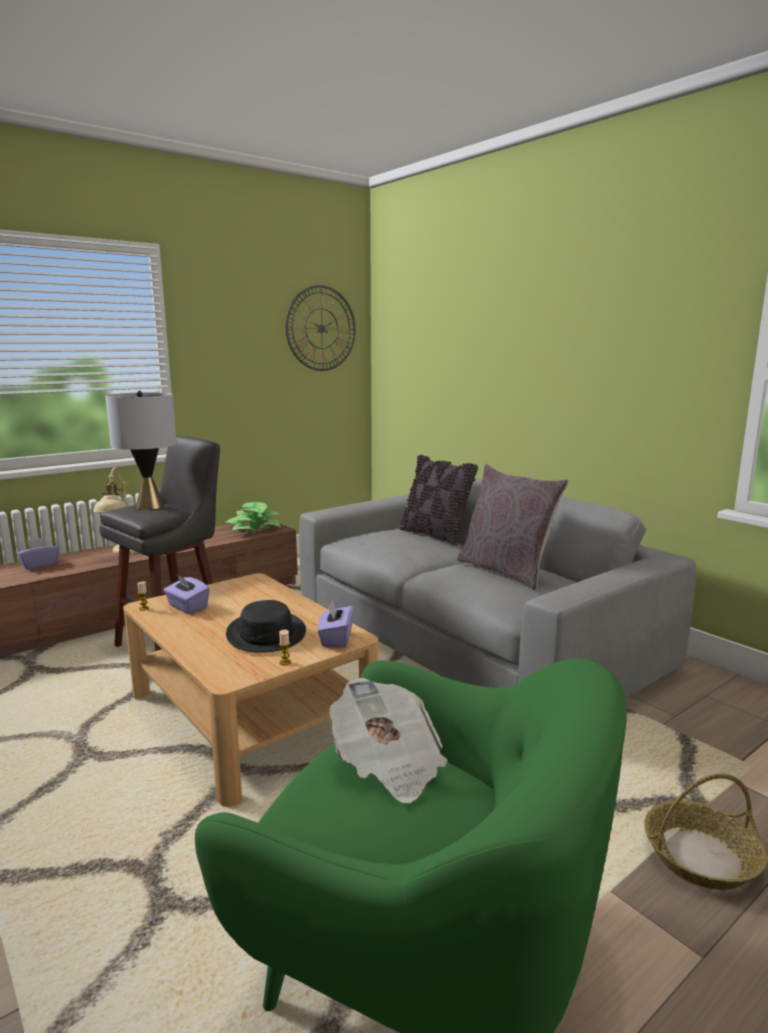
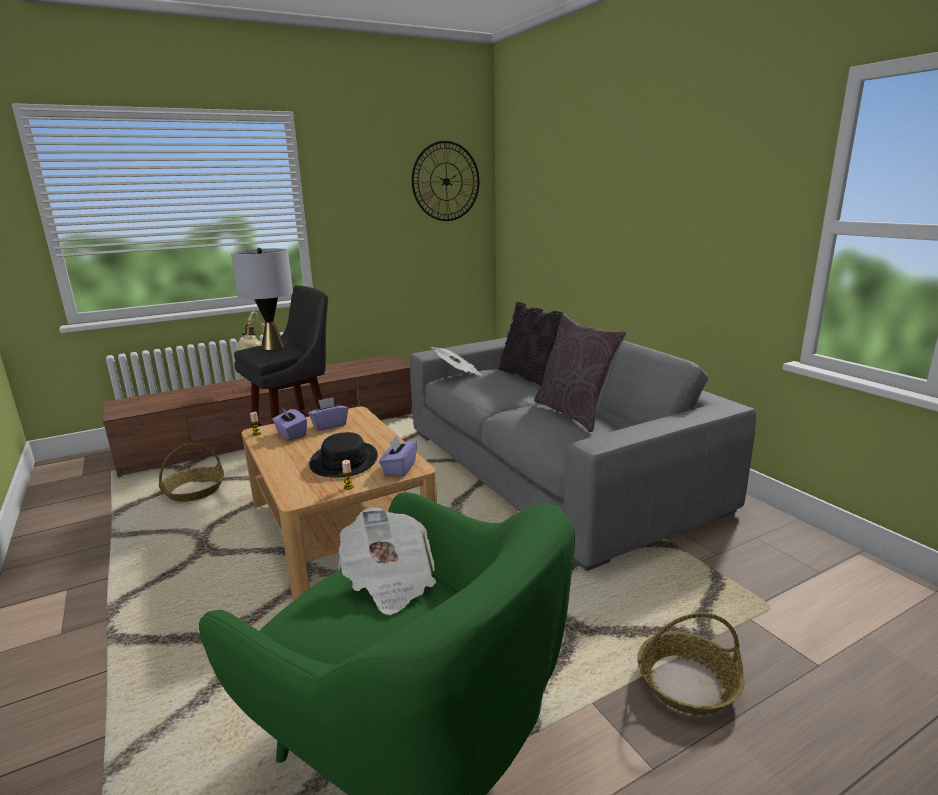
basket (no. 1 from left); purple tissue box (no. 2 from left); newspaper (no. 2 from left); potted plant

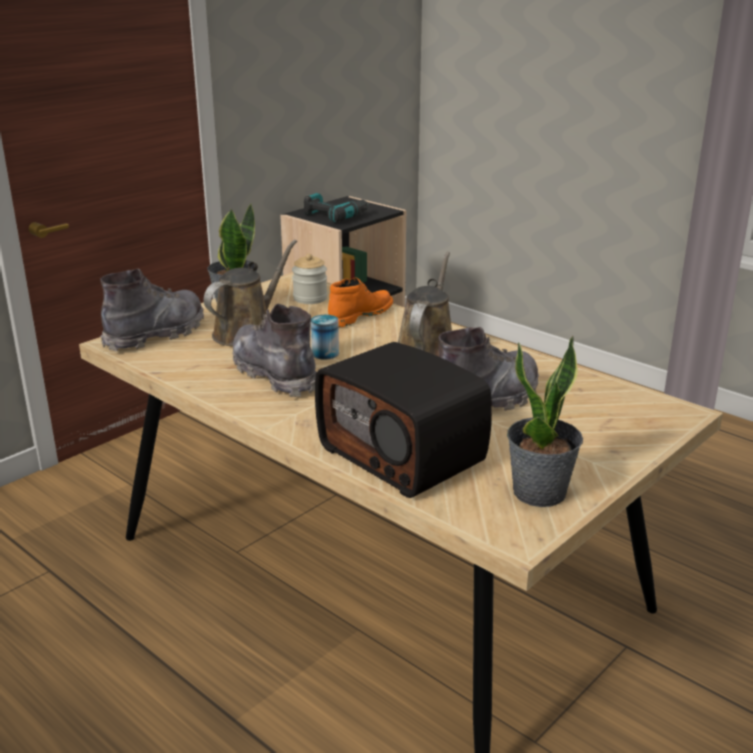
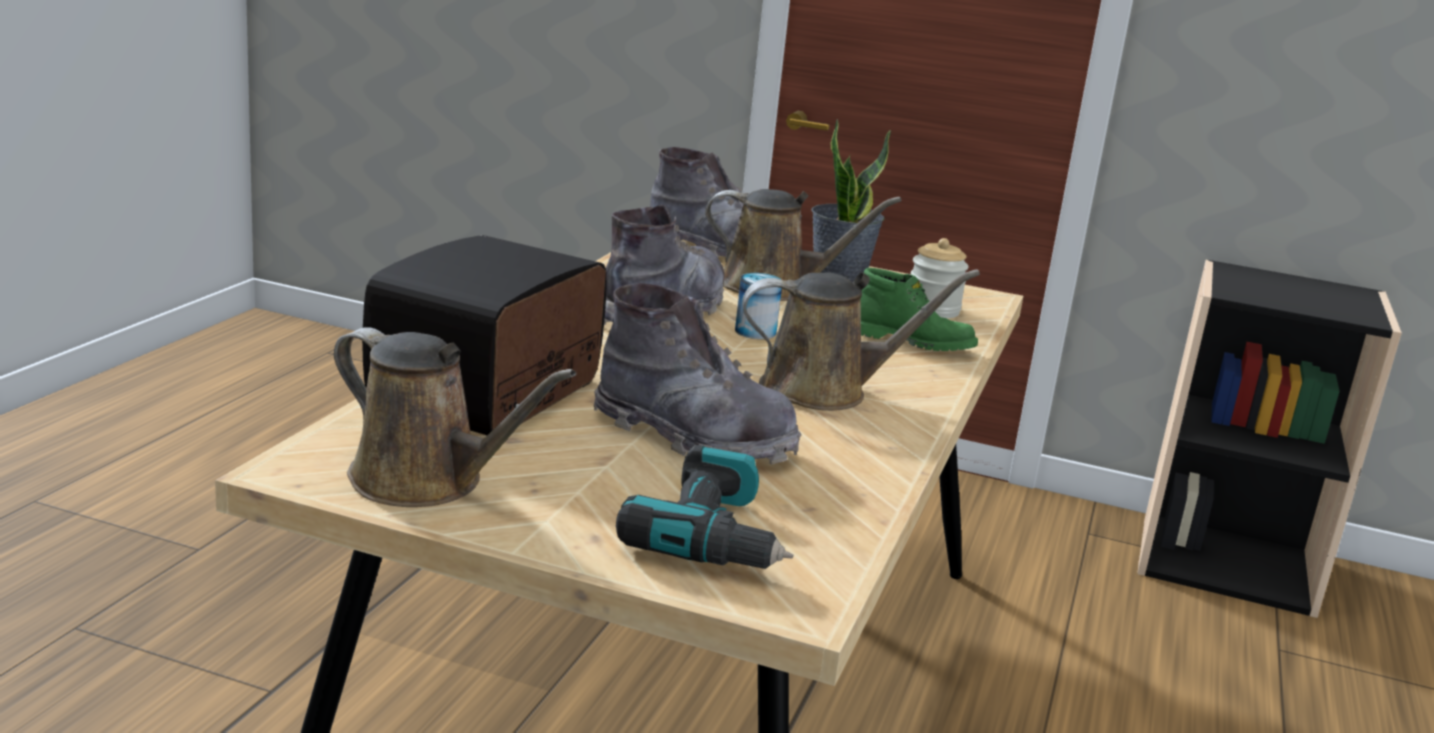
brown watering can (no. 1 from left); power drill; green boot

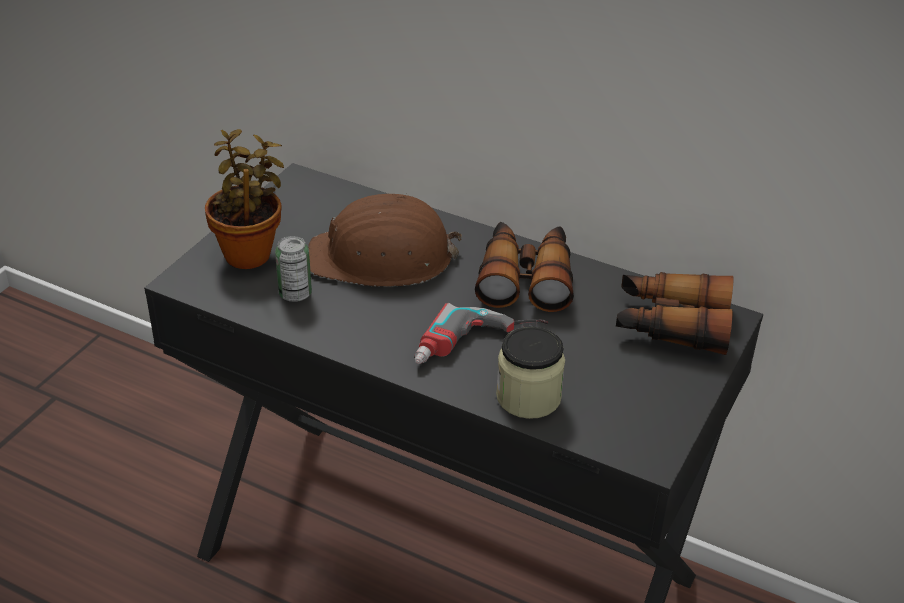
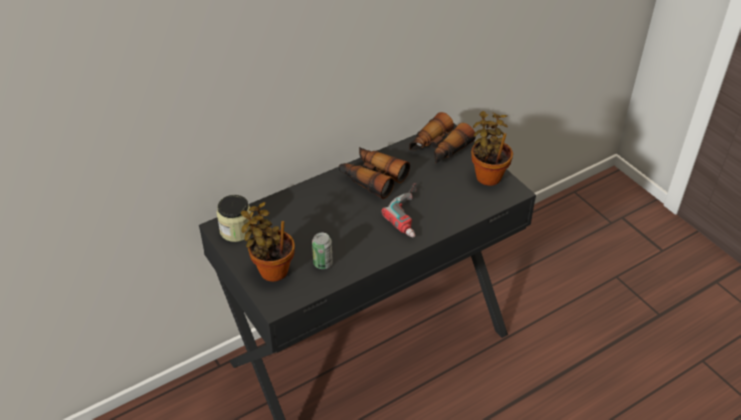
jar; potted plant (no. 2 from left); brown hard hat

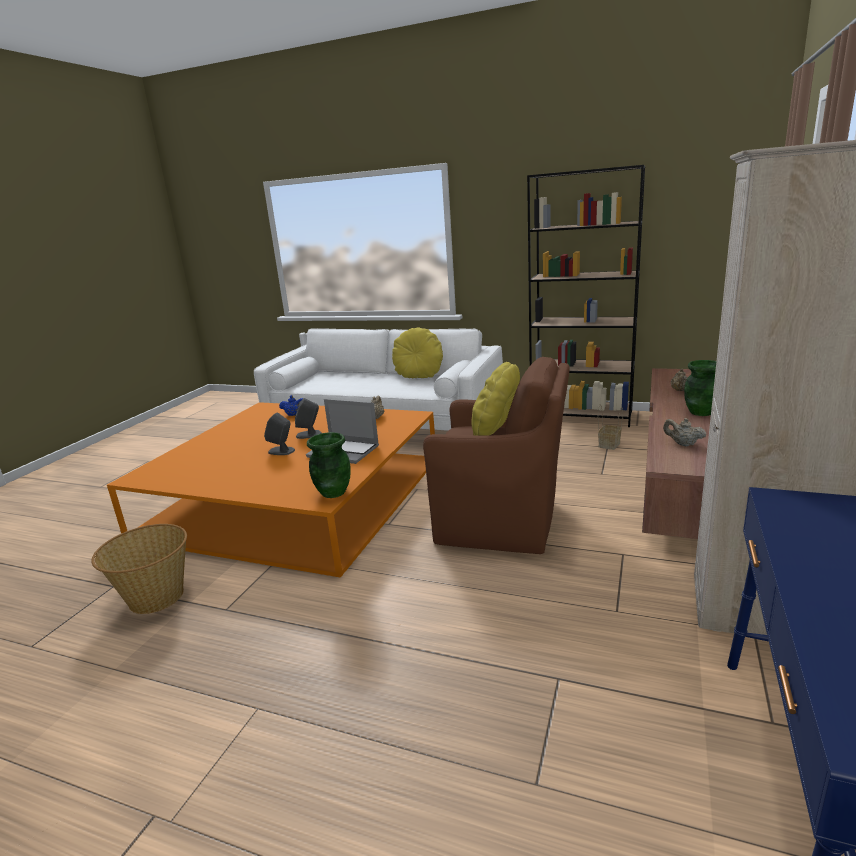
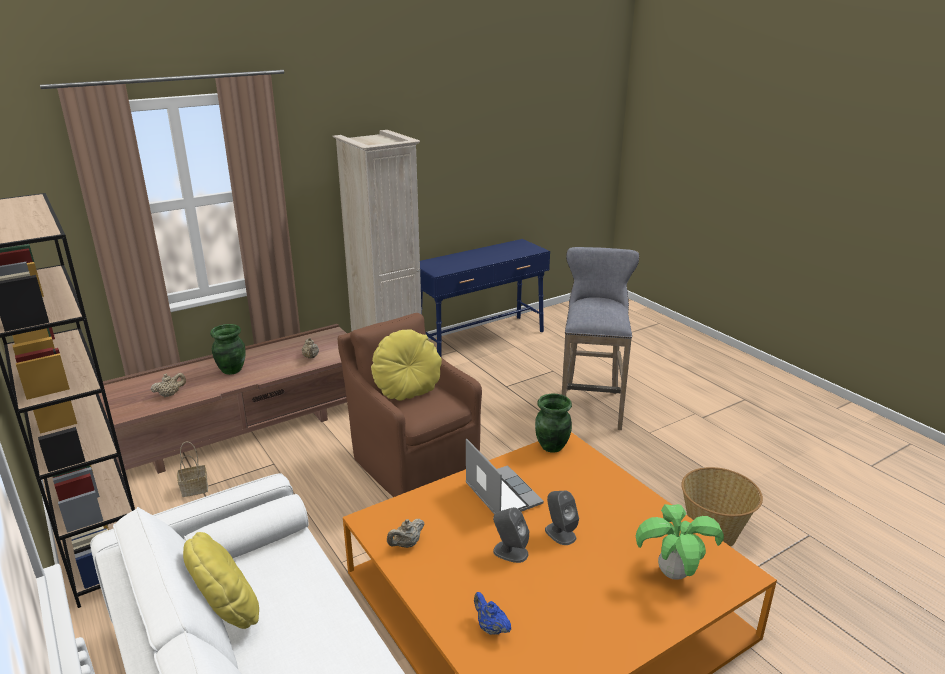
grey stool; potted plant

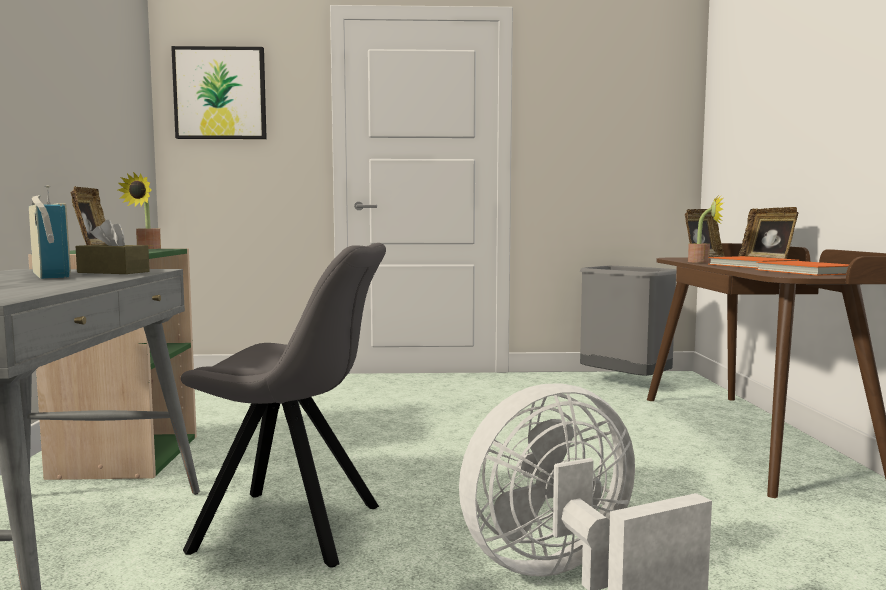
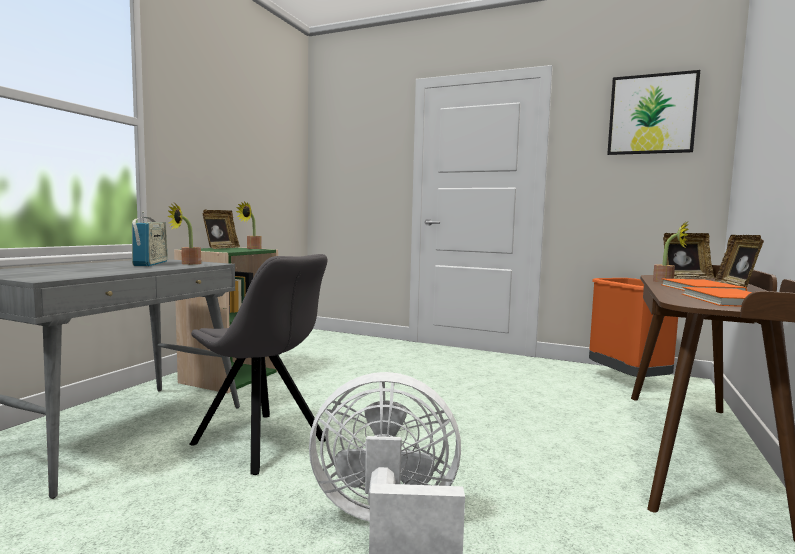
potted plant (no. 1 from left); orange trash can; picture

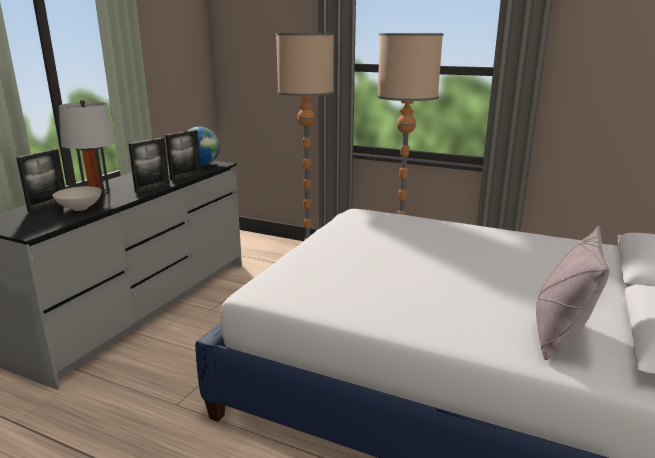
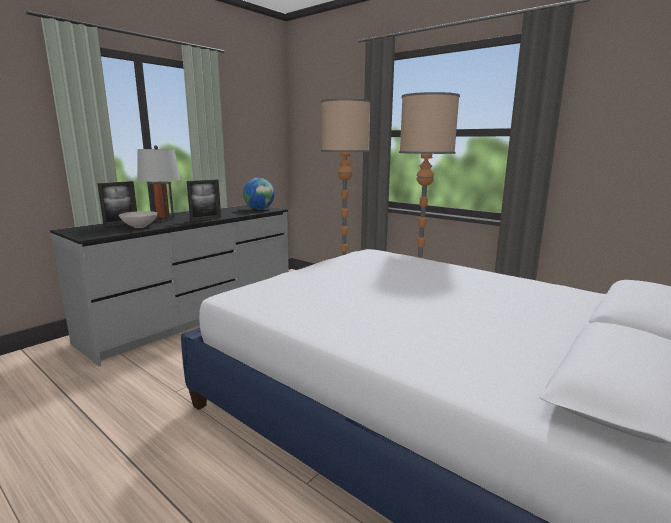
picture frame (no. 3 from left in the first image); purple pillow

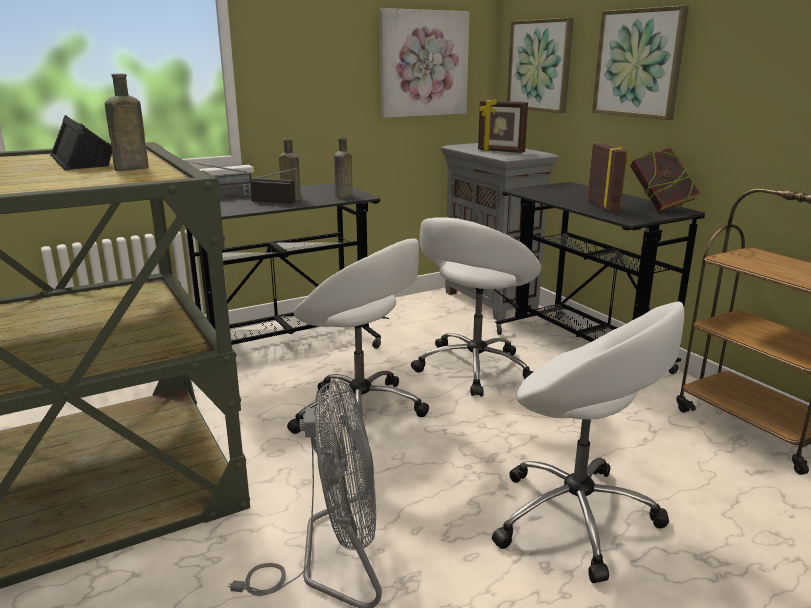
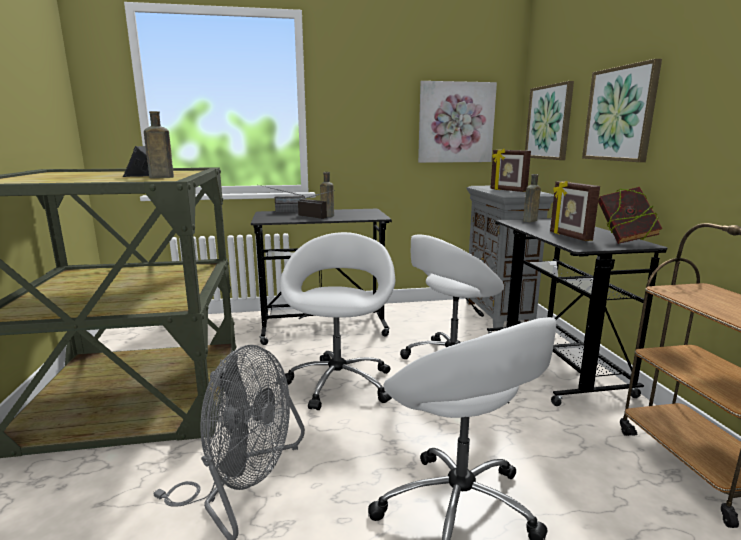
white office chair (no. 1 from left); brown bottle (no. 3 from left); picture frame (no. 2 from left)

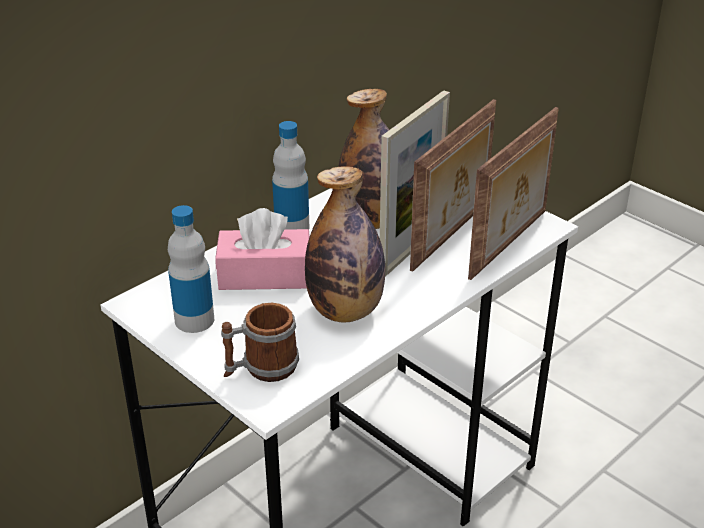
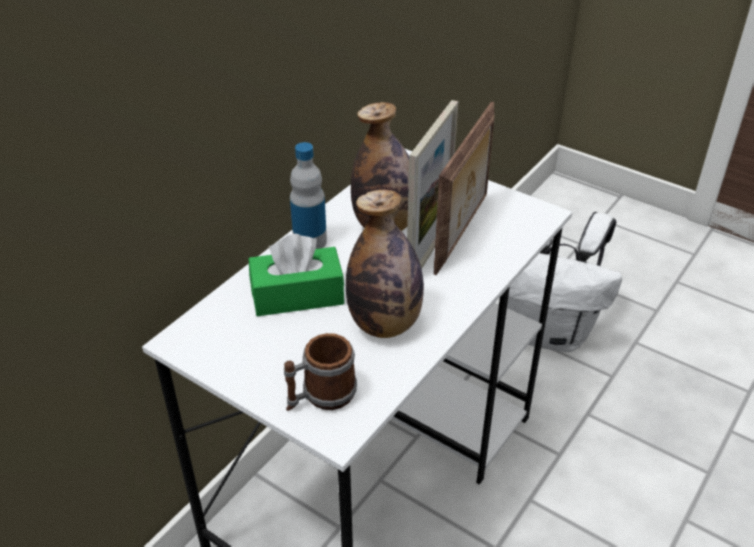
green tissue box; white backpack; bottle (no. 1 from left in the first image); picture frame (no. 3 from left in the first image)

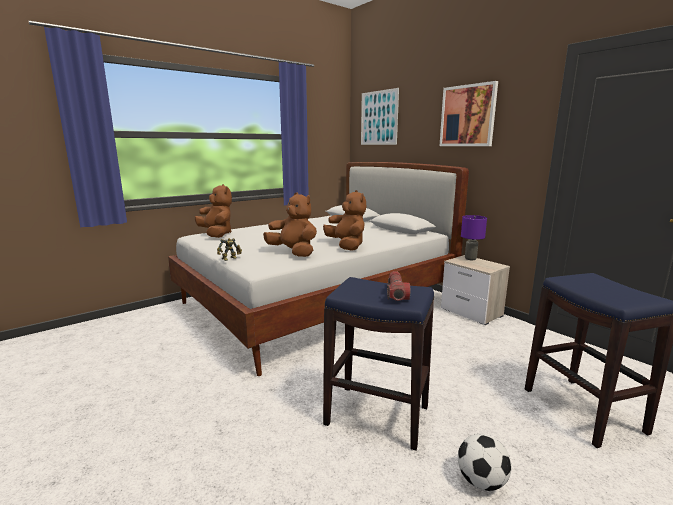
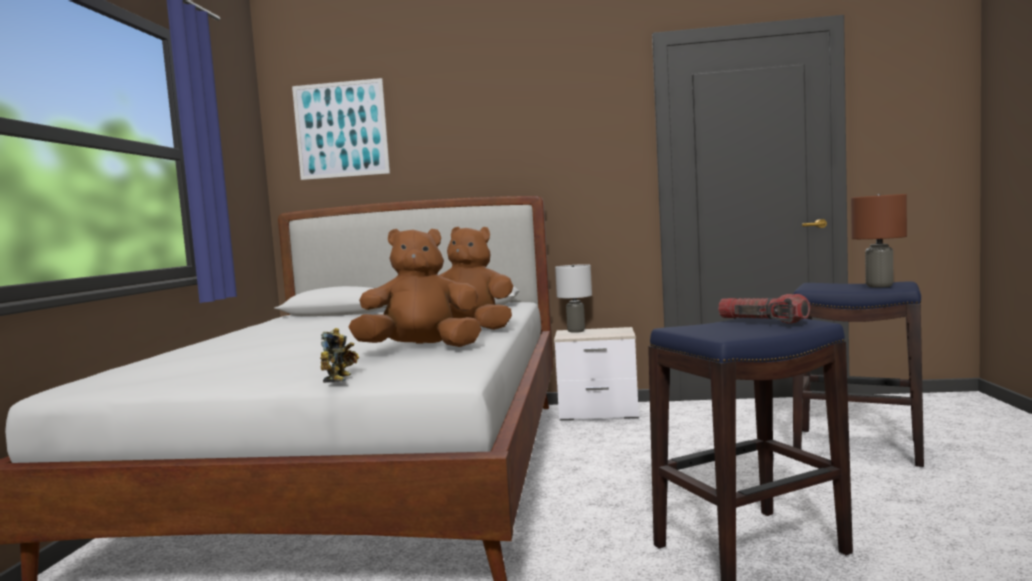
white table lamp; brown table lamp; brown plush toy (no. 1 from left in the first image); picture (no. 2 from left in the first image); football

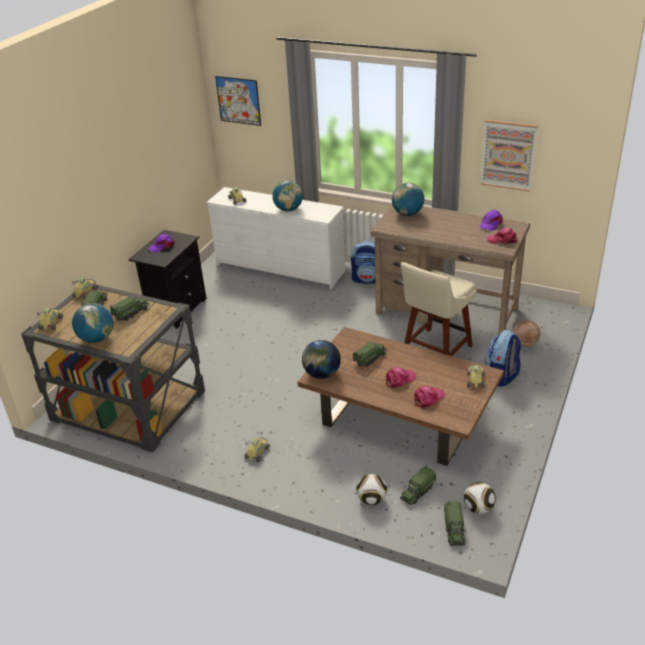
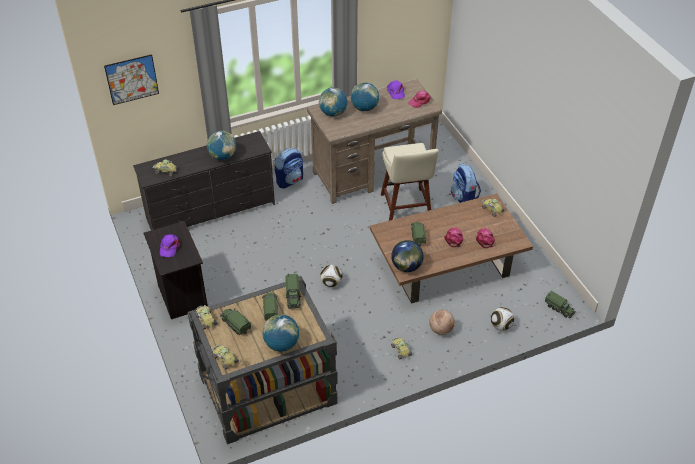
black dresser; toy truck (no. 3 from left); football (no. 1 from left); globe (no. 4 from left); basketball; picture (no. 2 from left in the first image)

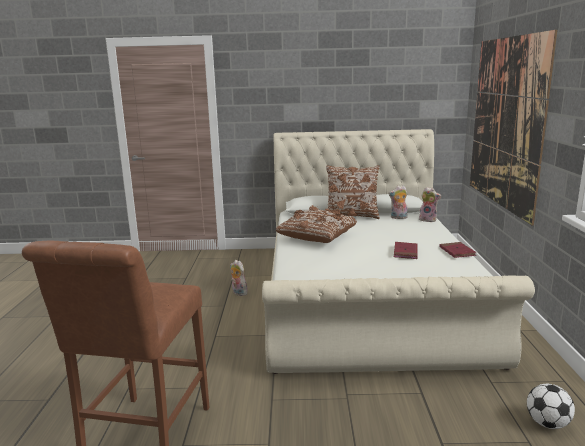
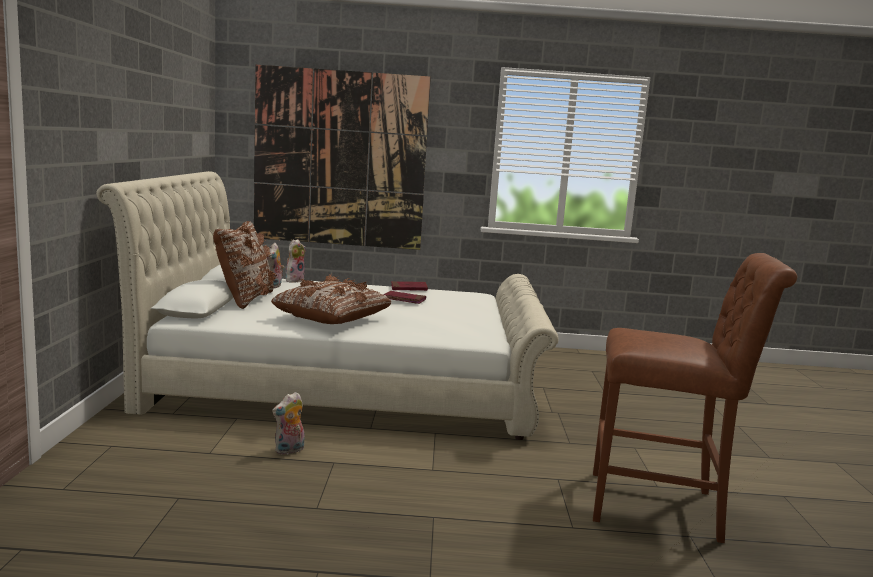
football

